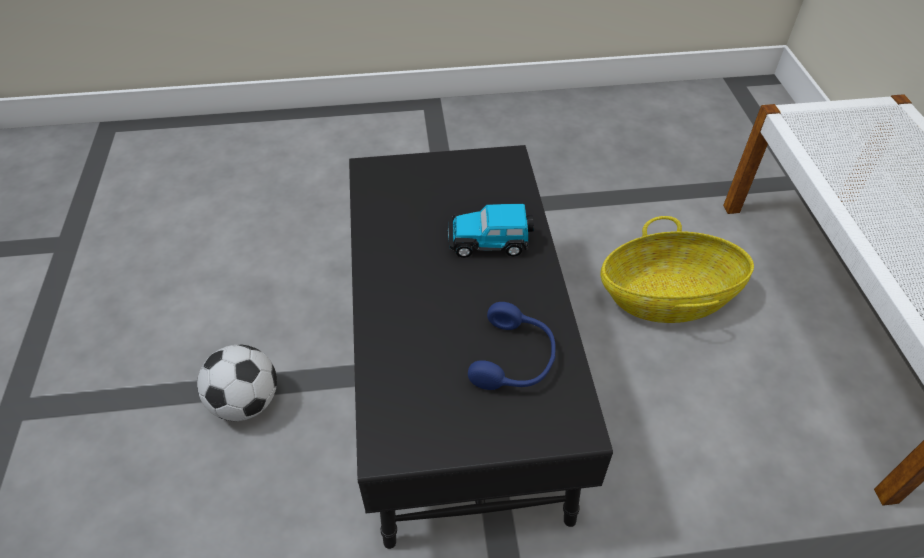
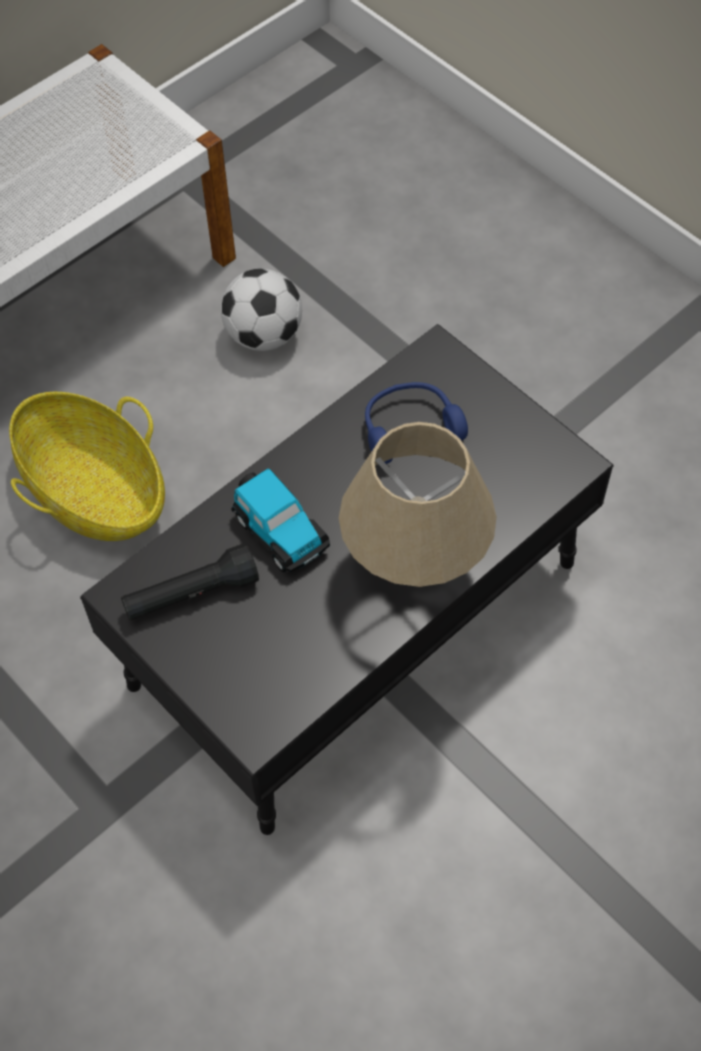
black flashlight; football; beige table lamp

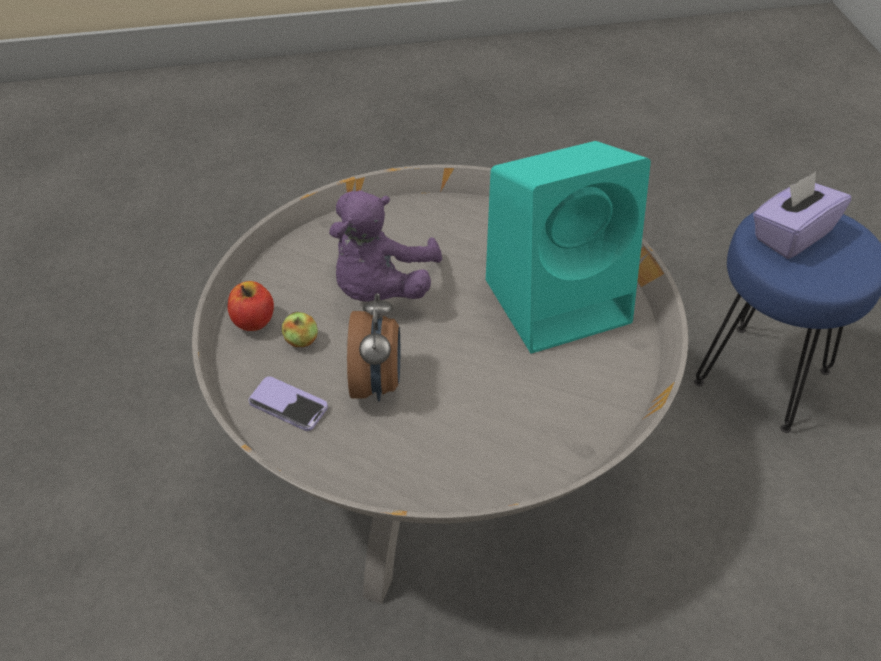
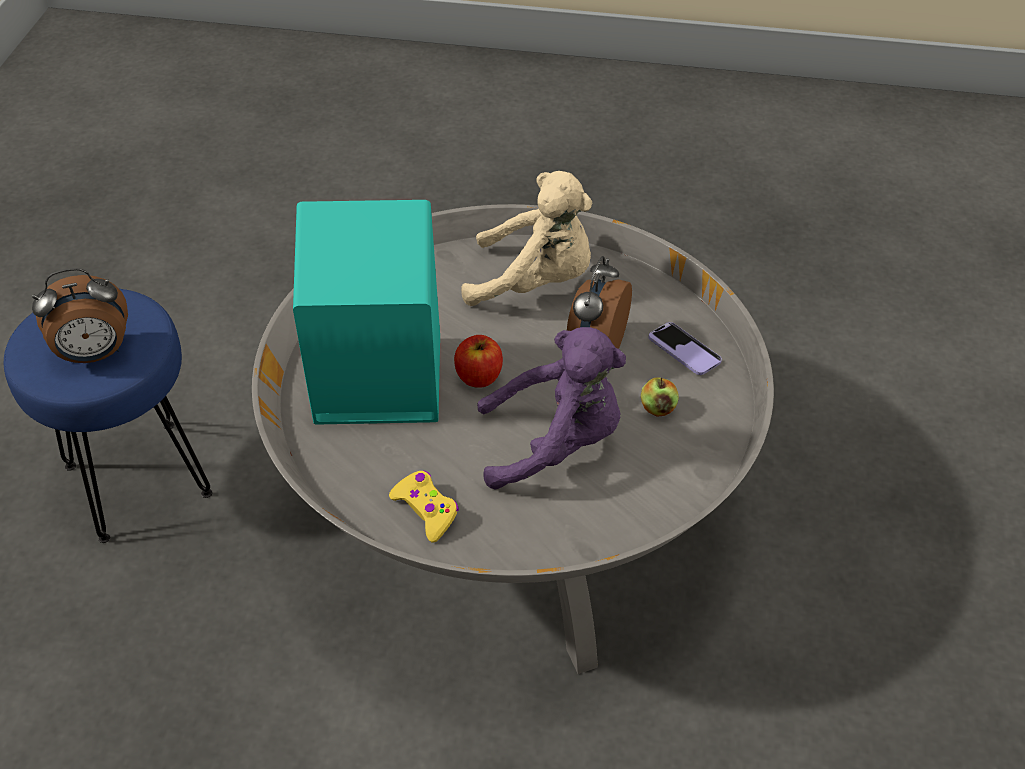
alarm clock (no. 1 from left); yellow game controller; apple (no. 1 from left); beige plush toy; purple plush toy

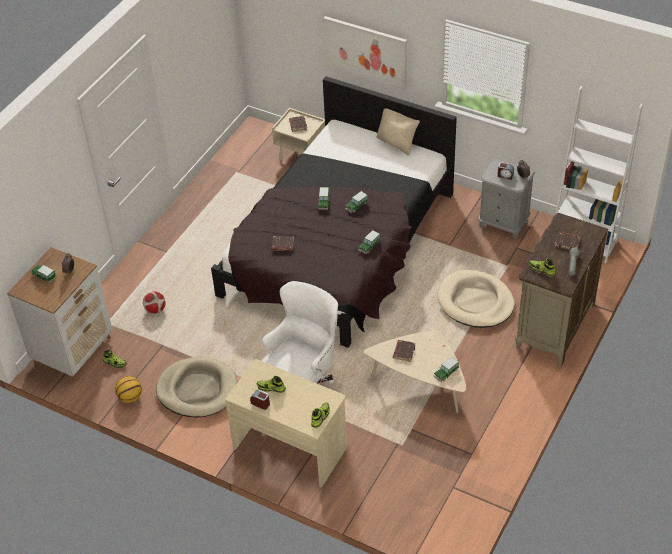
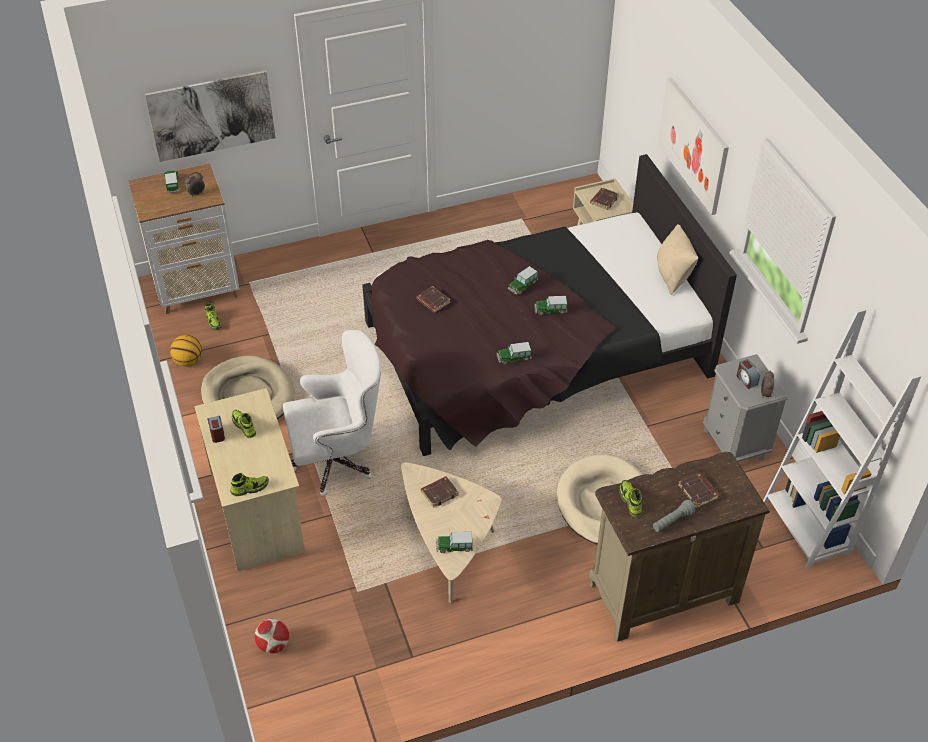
picture (no. 1 from left); football

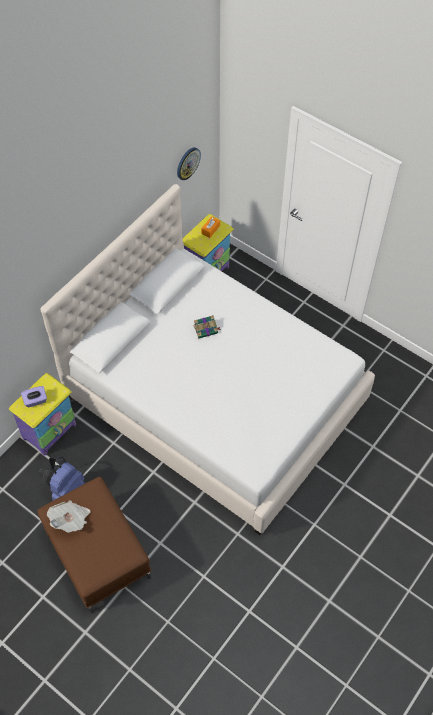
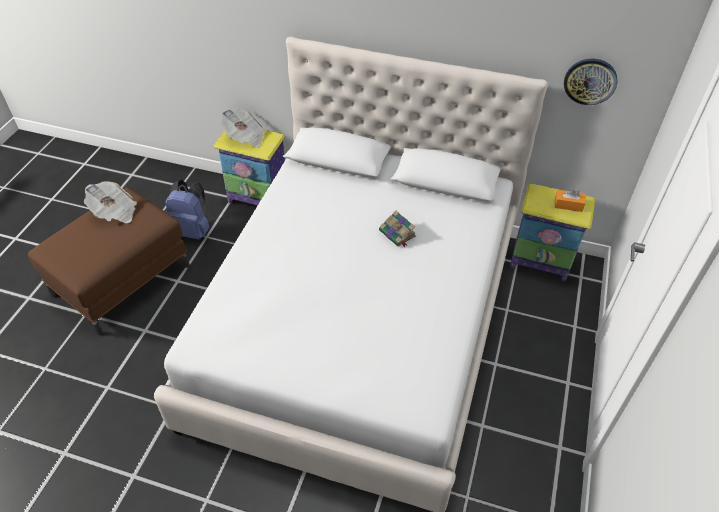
newspaper (no. 2 from left)

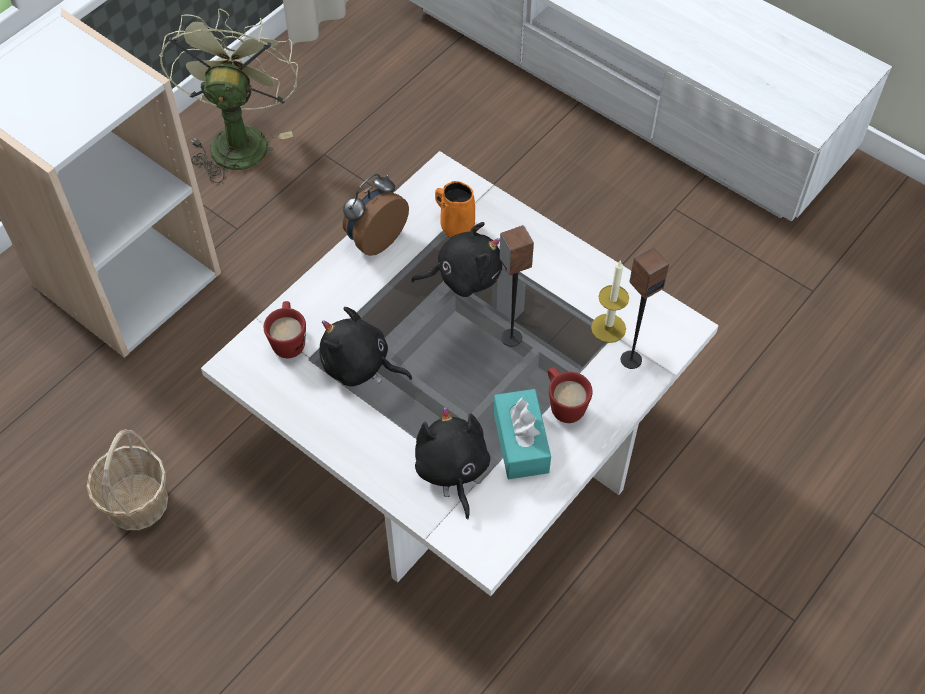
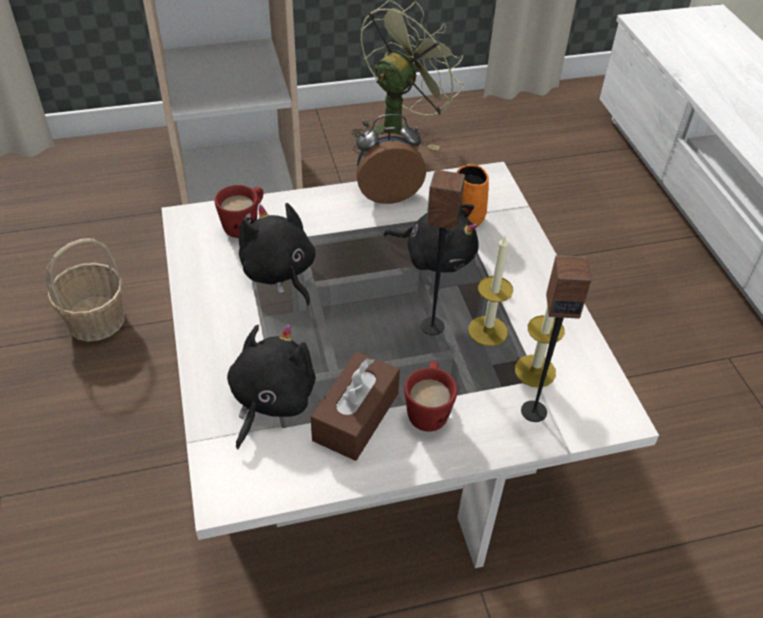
brown tissue box; candle (no. 1 from left)

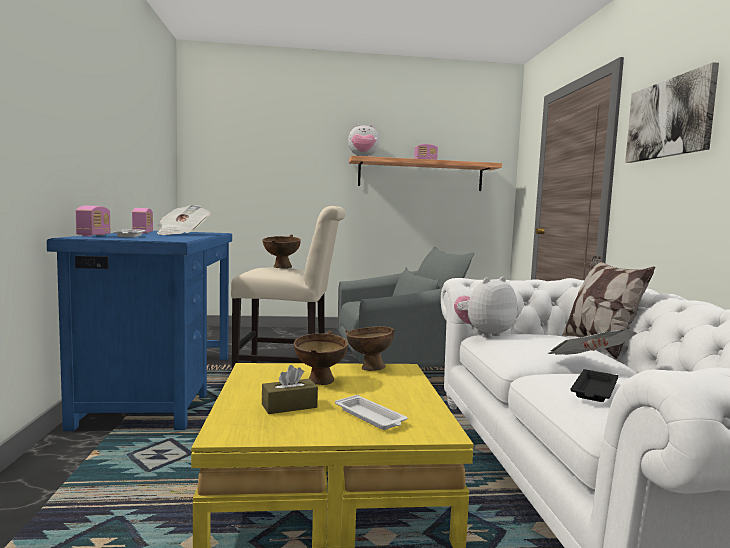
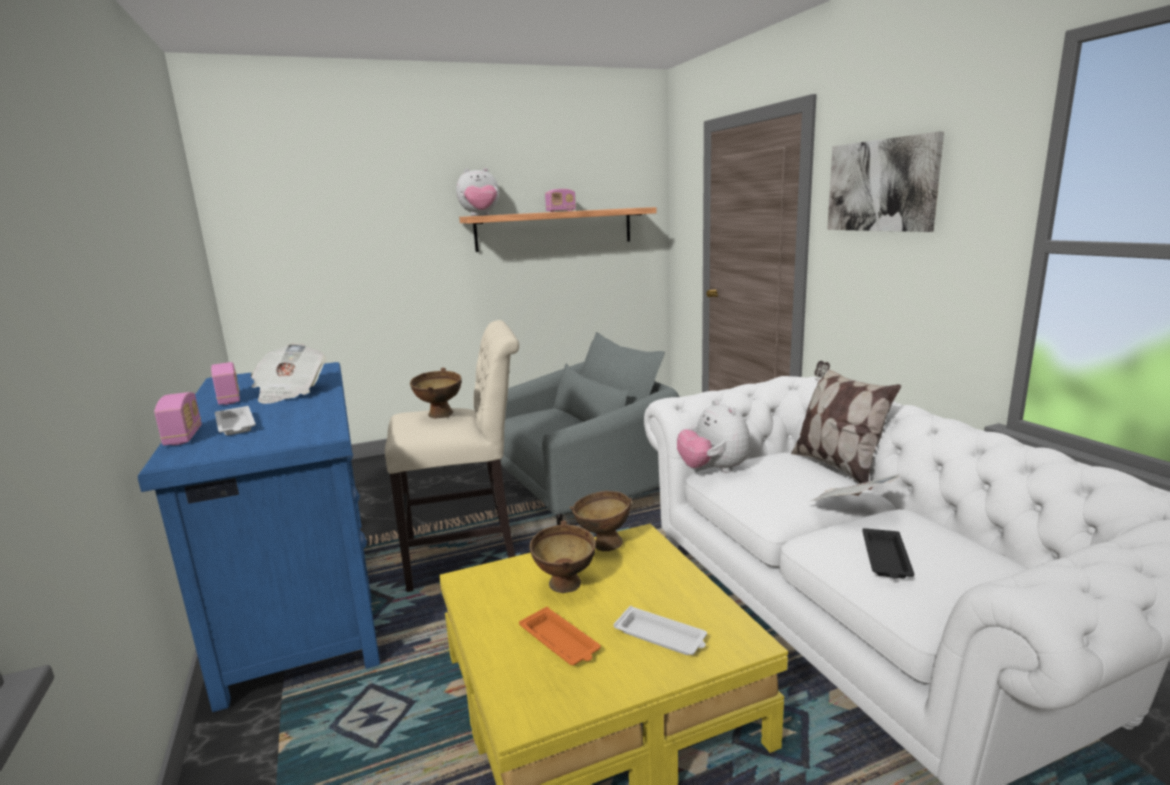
orange tray; plush toy (no. 2 from left)

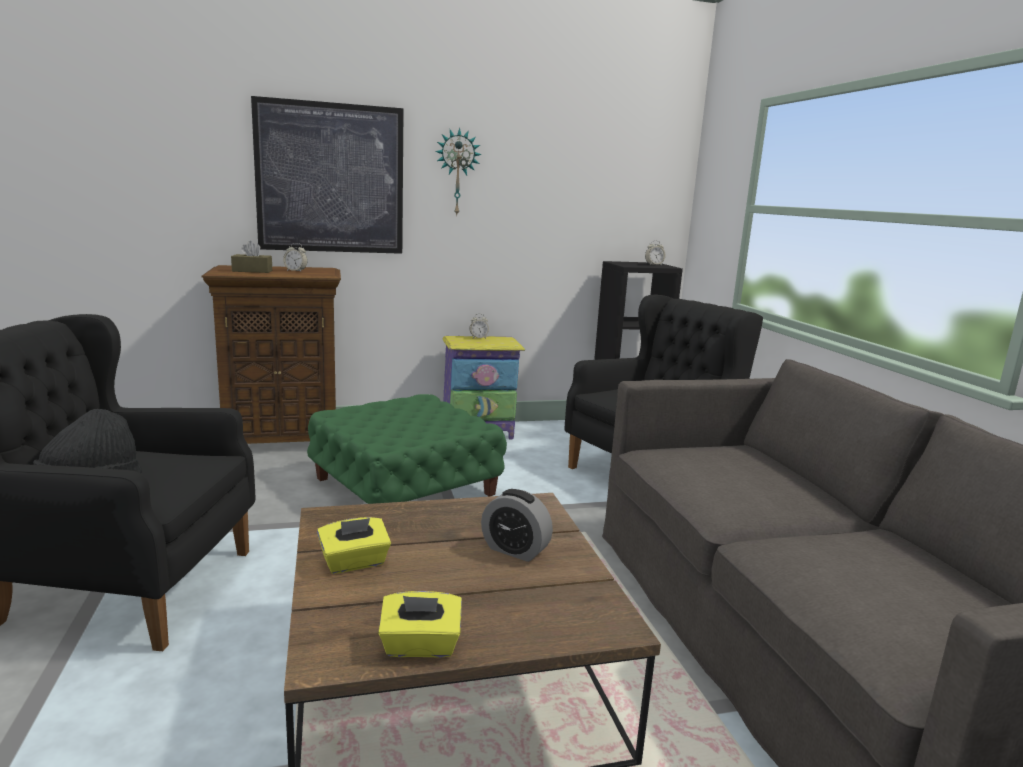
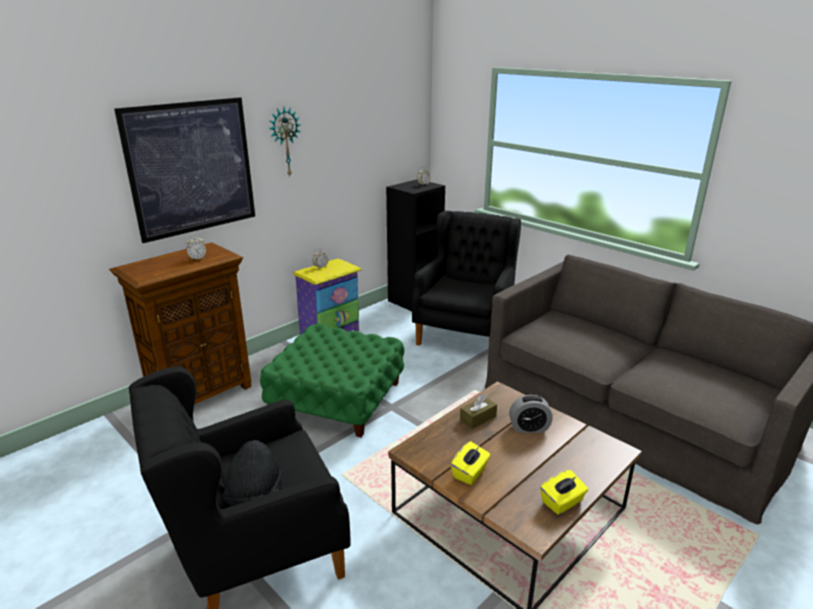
brown tissue box

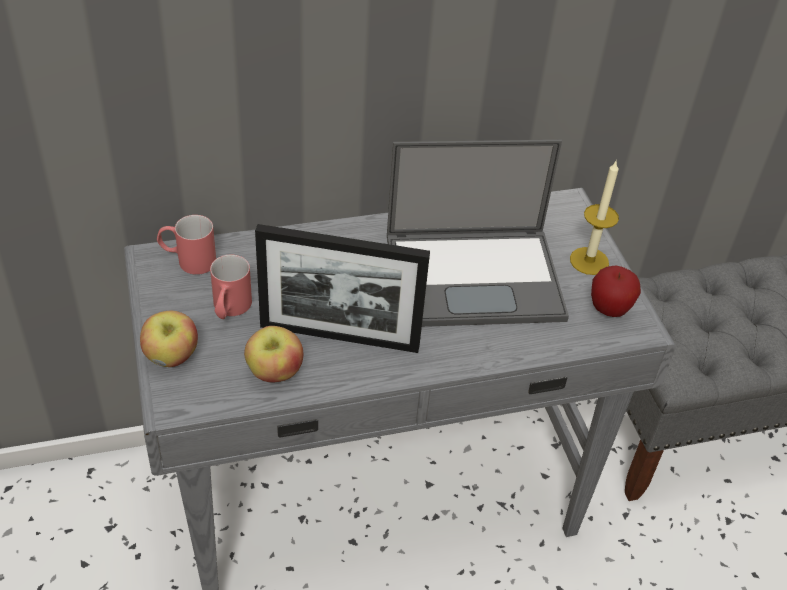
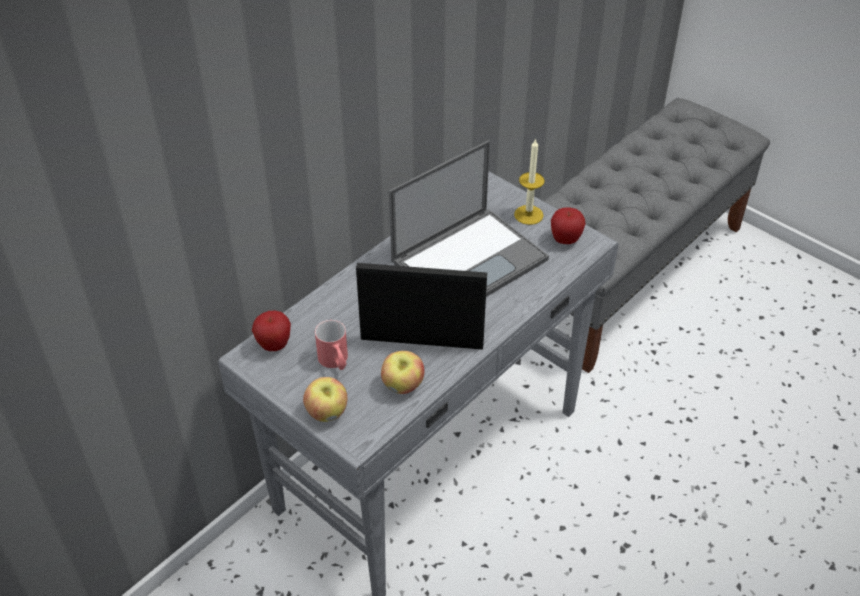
apple (no. 1 from left); picture frame

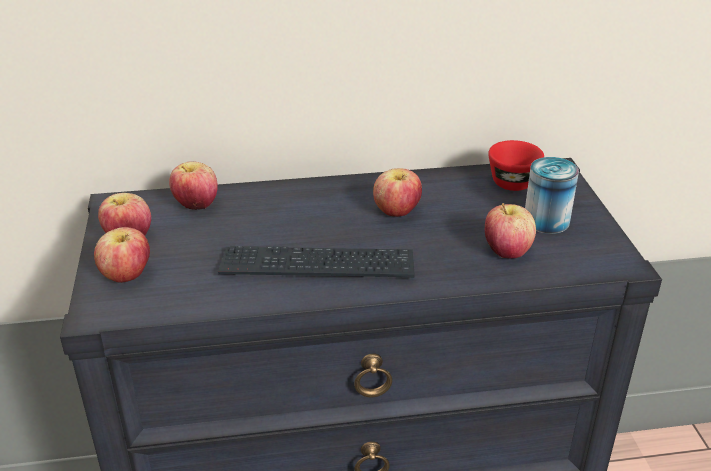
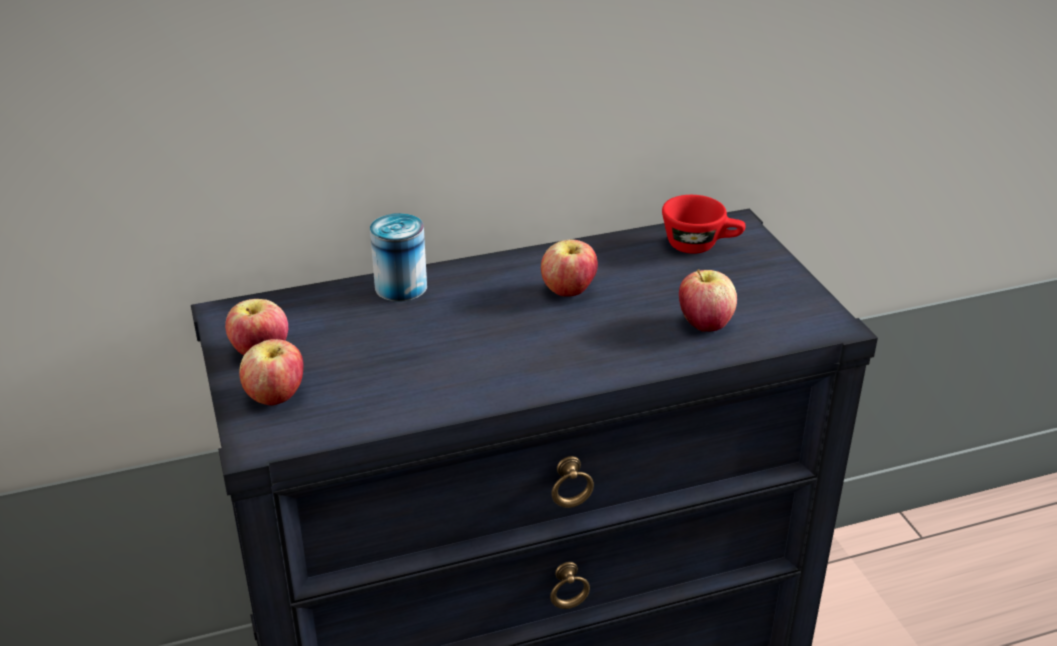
can; apple (no. 3 from left in the first image); keyboard

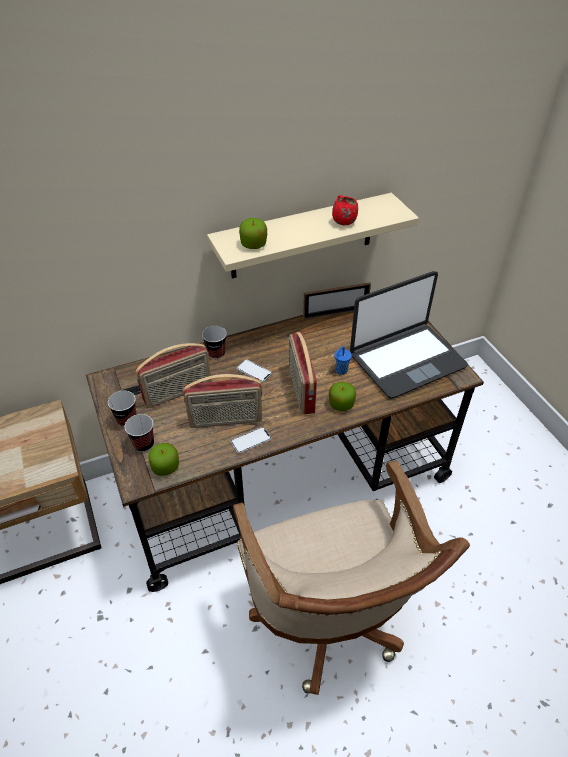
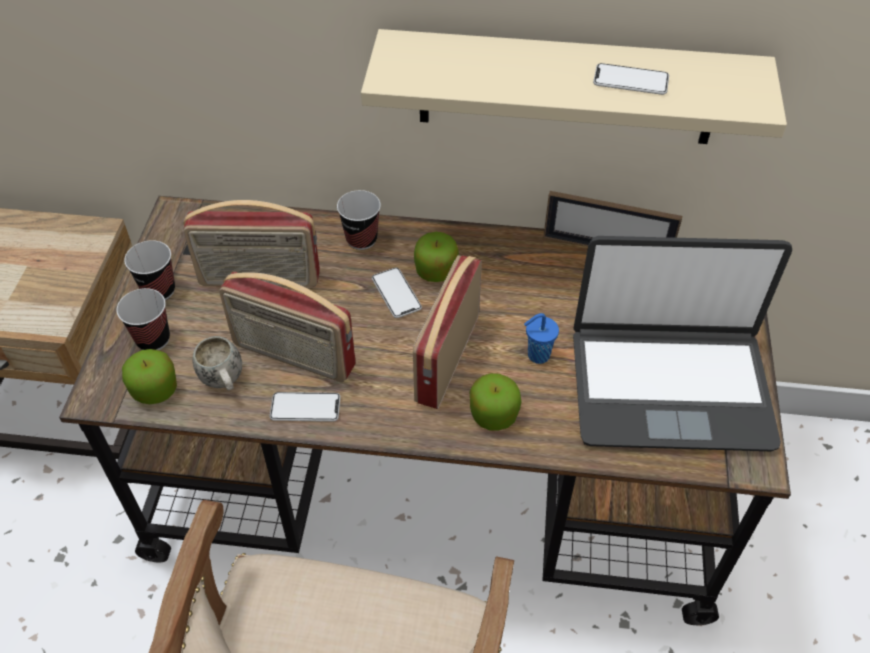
white mug; apple (no. 2 from left); phone (no. 3 from left)

